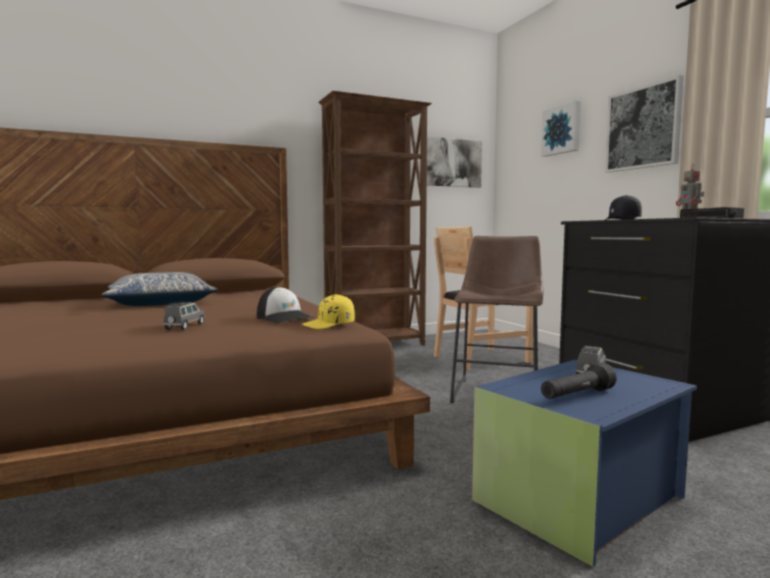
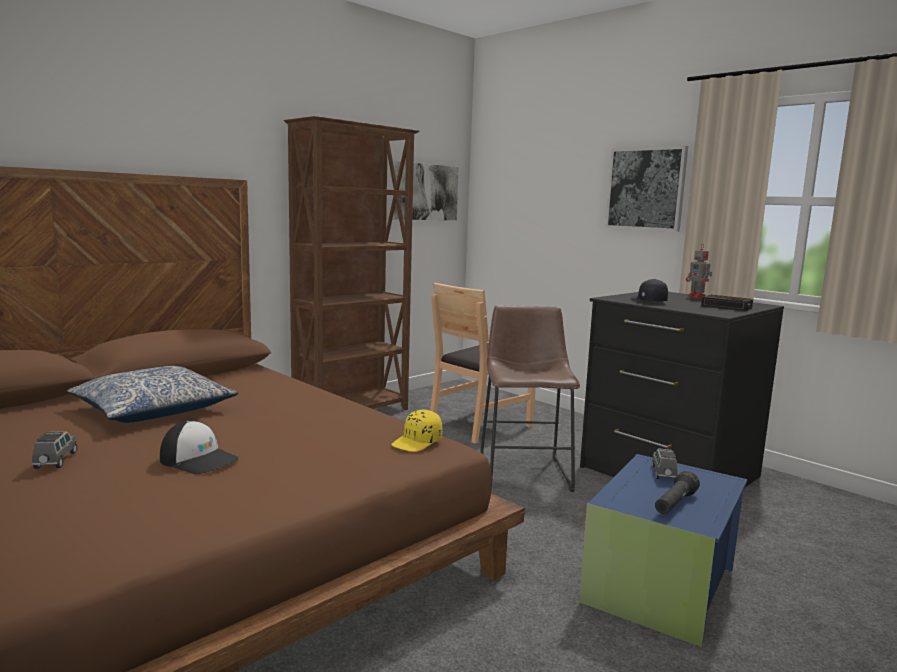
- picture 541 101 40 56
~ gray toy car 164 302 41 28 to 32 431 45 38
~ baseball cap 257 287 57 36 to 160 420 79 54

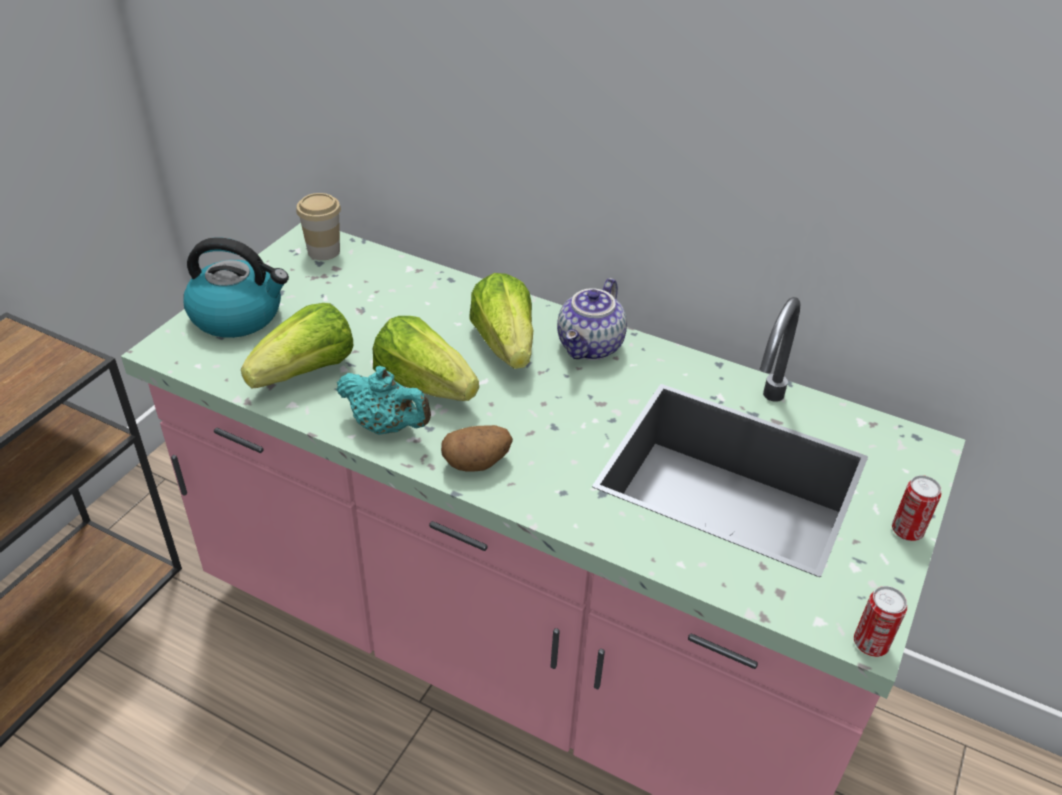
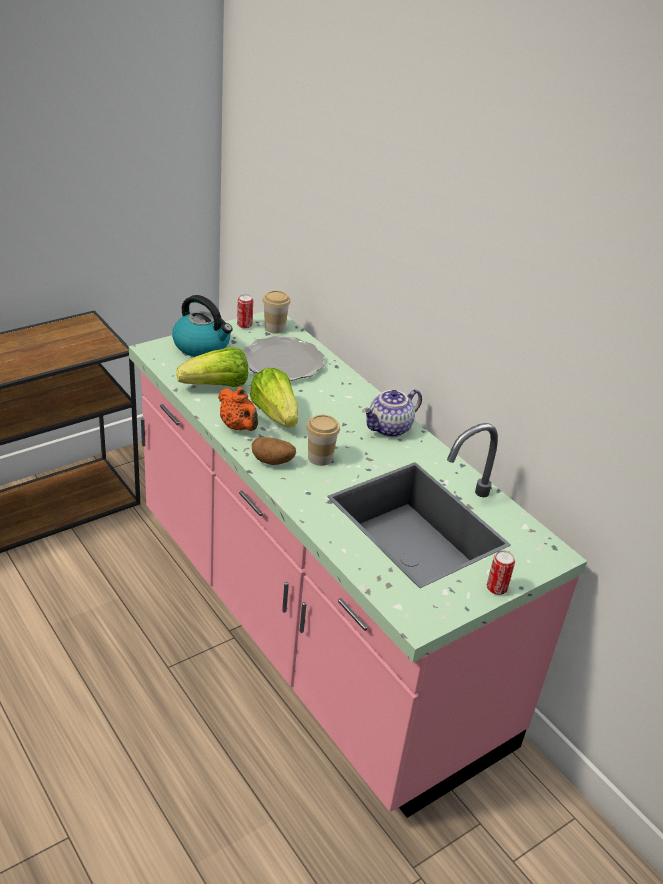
- lettuce 469 273 64 96
+ dinner plate 244 336 80 45
+ drinking cup 306 415 34 51
~ sealed can 854 586 53 71 to 237 294 16 35
~ turquoise-coloured tea pot 336 366 95 69 to orangey tea pot 218 387 40 44

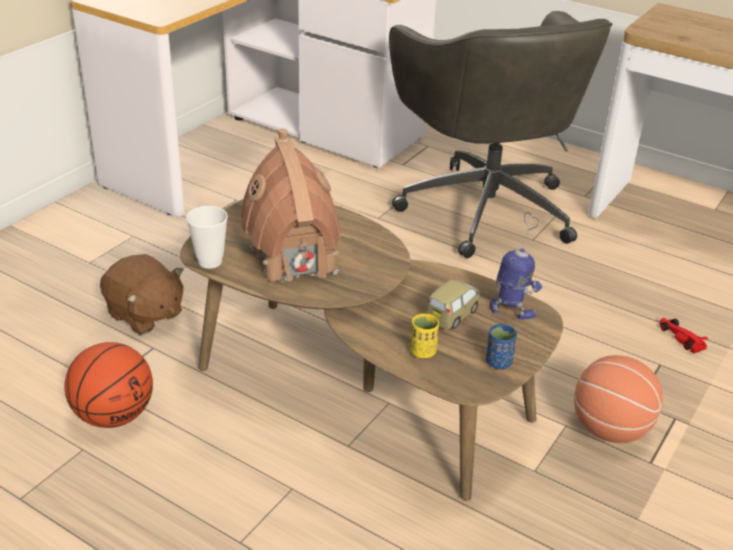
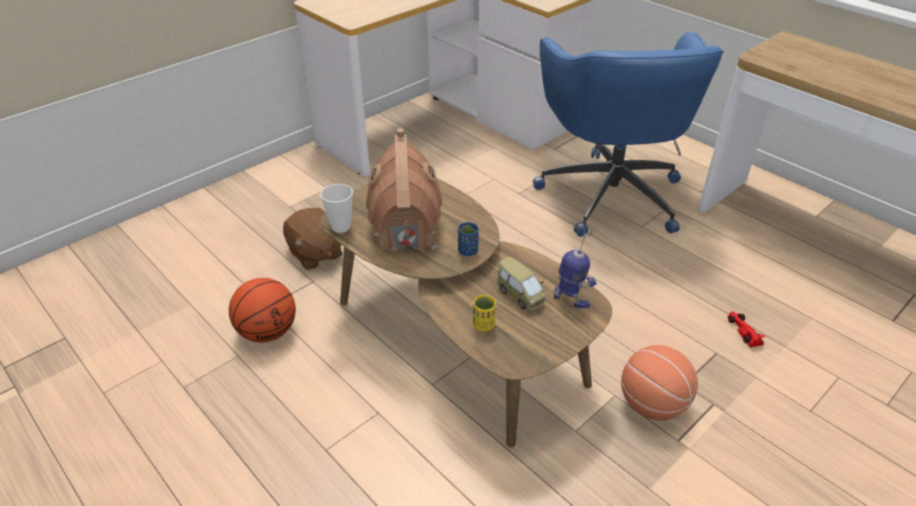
~ blue-coloured drinking cup 486 324 31 45 to 458 222 21 34
~ gray desk chair 389 11 223 247 to blue-coloured desk chair 533 32 191 205
~ toy car 426 279 54 51 = 497 257 48 54 90 degrees clockwise

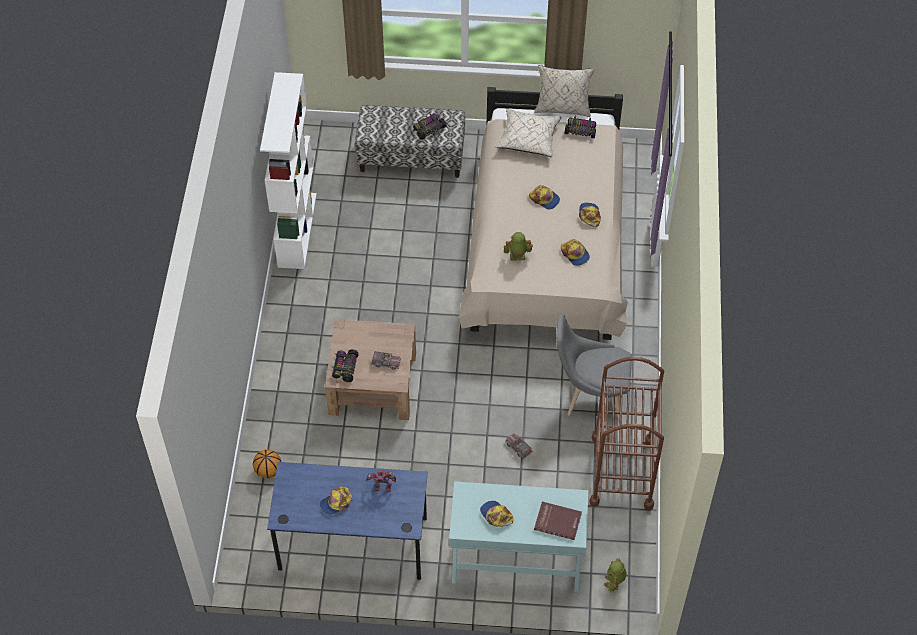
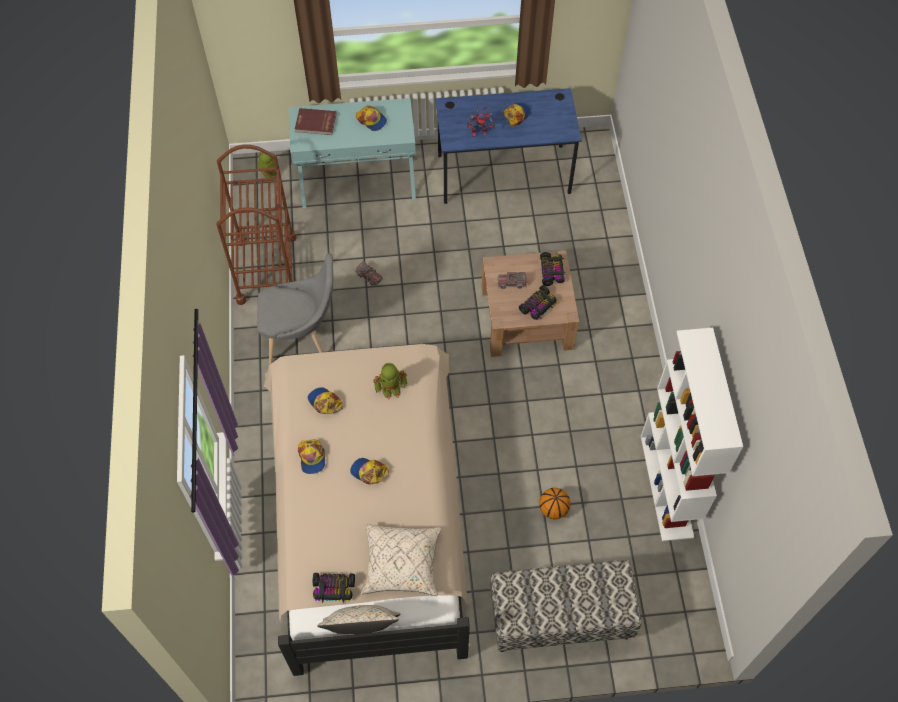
~ basketball 253 450 28 28 to 539 488 32 31
~ toy car 413 113 34 27 to 519 285 38 35

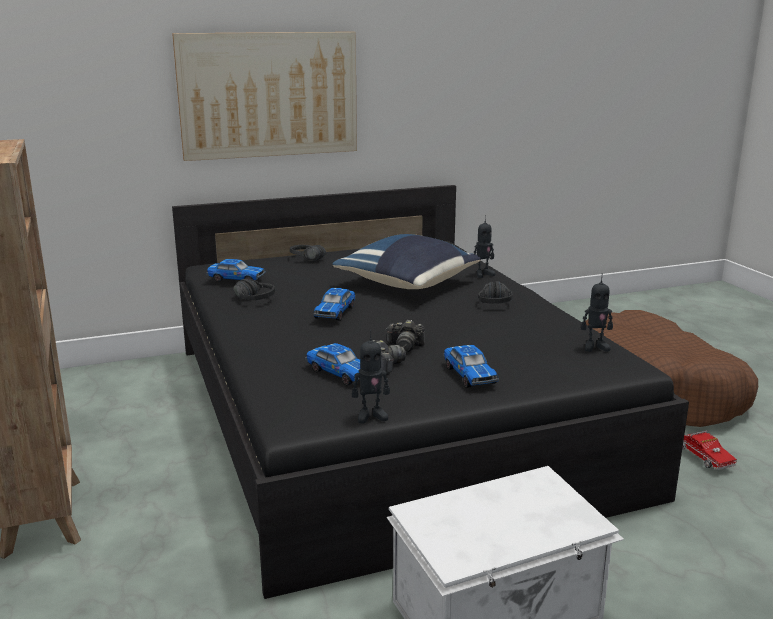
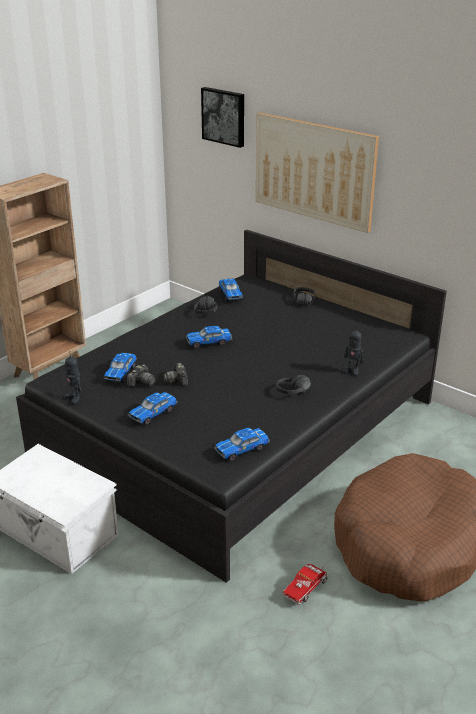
- blue-coloured pillow 333 234 148 55
+ picture 201 87 43 61
~ toy robot 581 274 32 78 to toy car 214 428 56 33

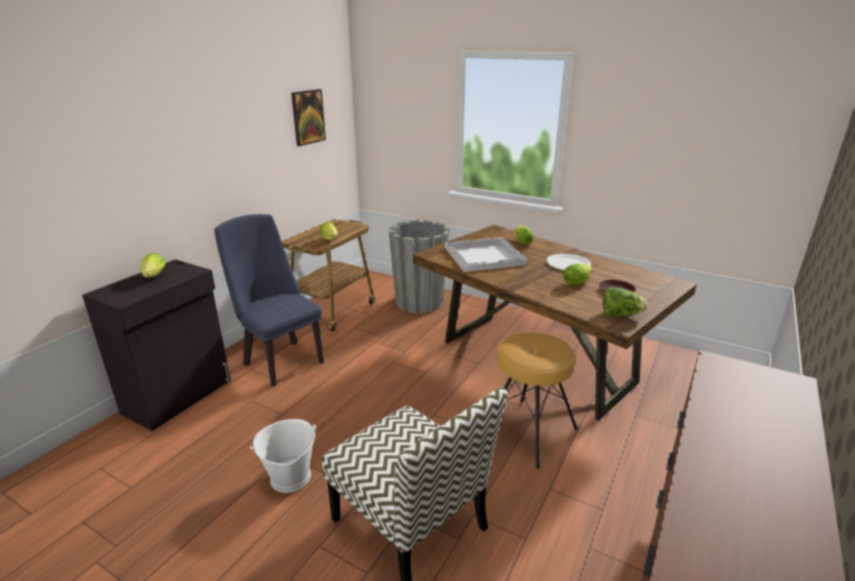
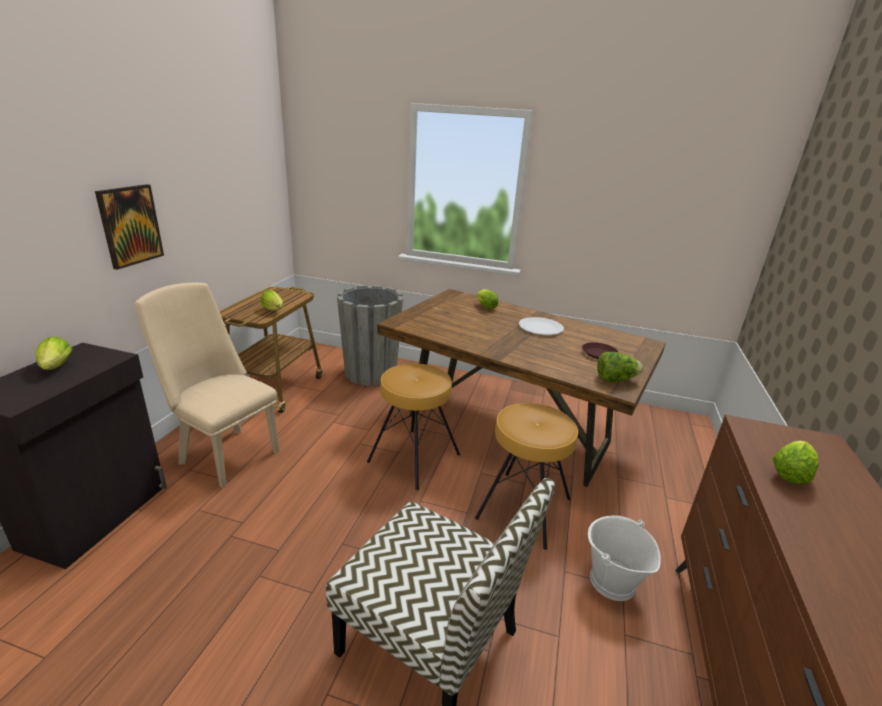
- white-coloured carrying tray 445 237 82 35
+ brown sitting stool 367 364 93 126
~ white-coloured water bucket 250 419 66 74 to 588 516 73 85
~ picture 291 89 35 57 to 95 184 69 86
~ lettuce 563 263 30 22 to 773 441 46 43
~ blue-coloured upright chair 214 214 110 173 to sand-coloured upright chair 135 283 144 205

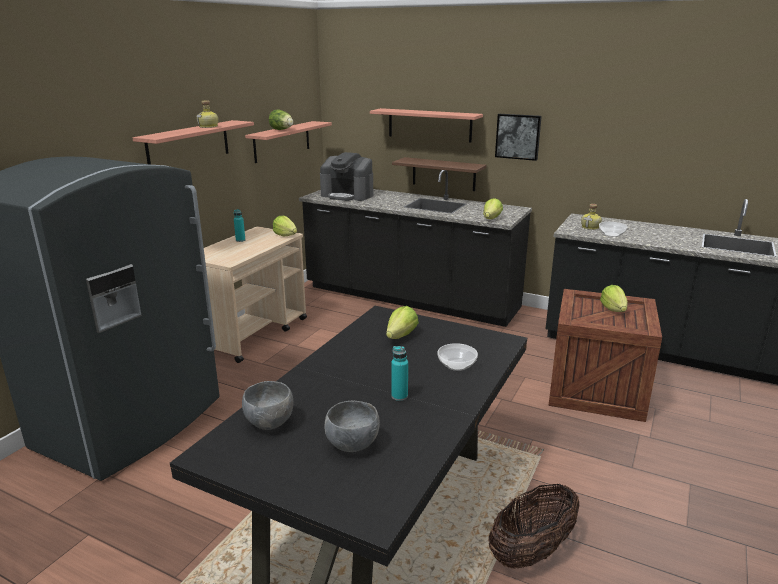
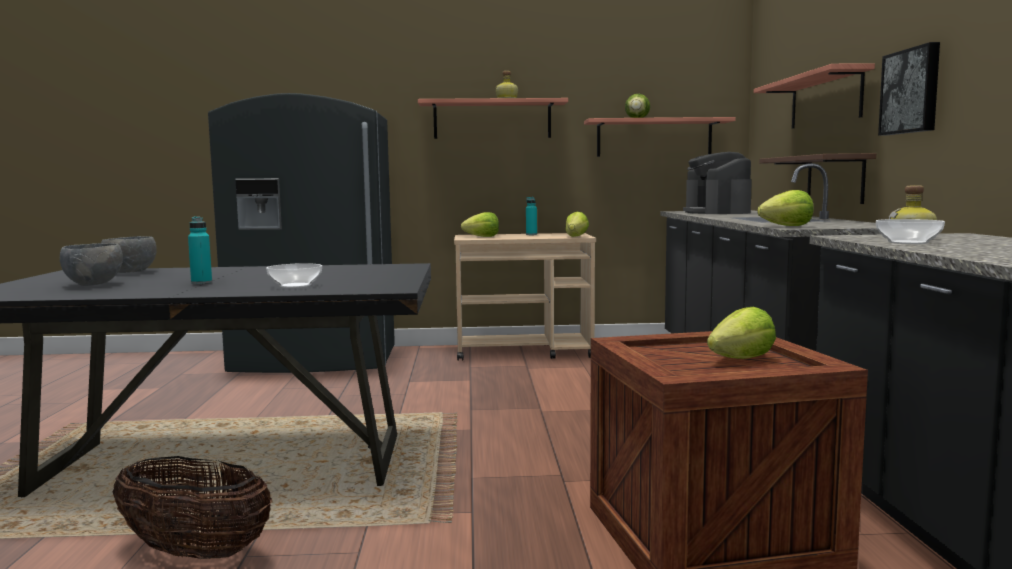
~ lettuce 386 306 33 33 to 461 212 38 25

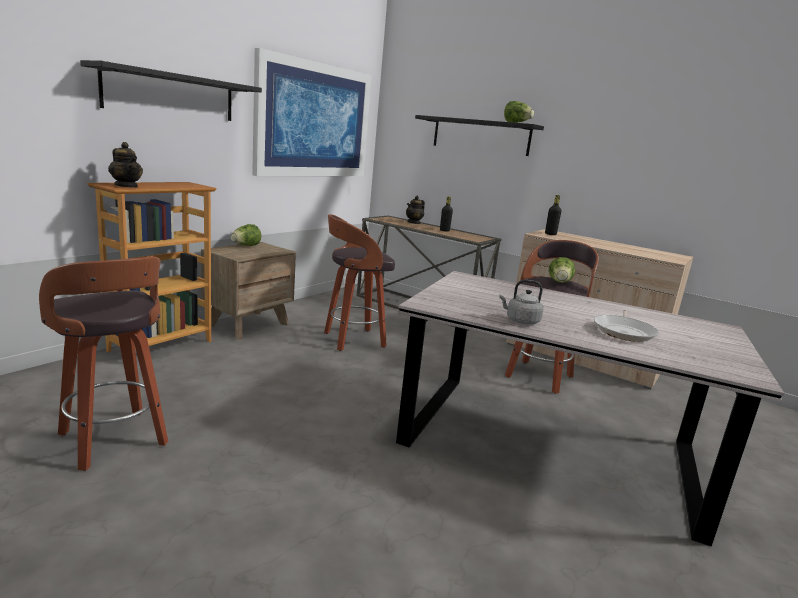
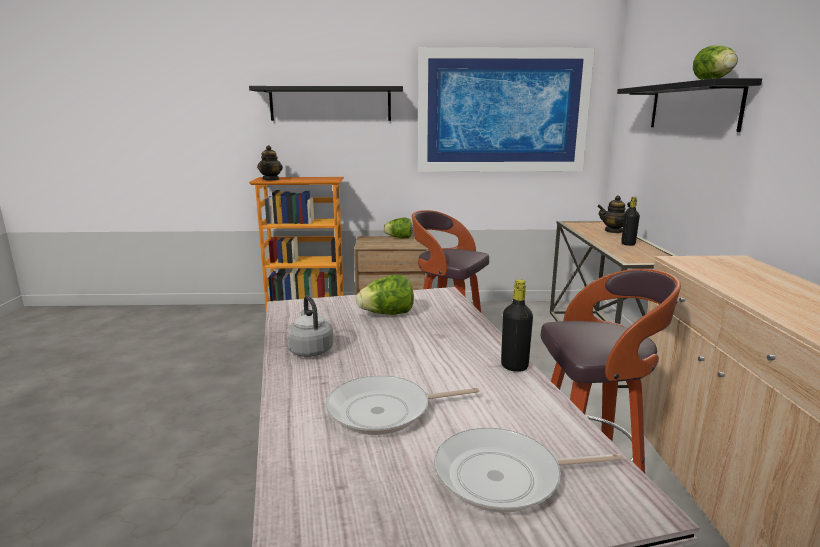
- sitting stool 39 257 129 214
+ frying pan 434 428 188 85
~ black-coloured beverage bottle 545 195 16 40 to 501 279 32 93
~ lettuce 549 257 26 26 to 356 274 58 41

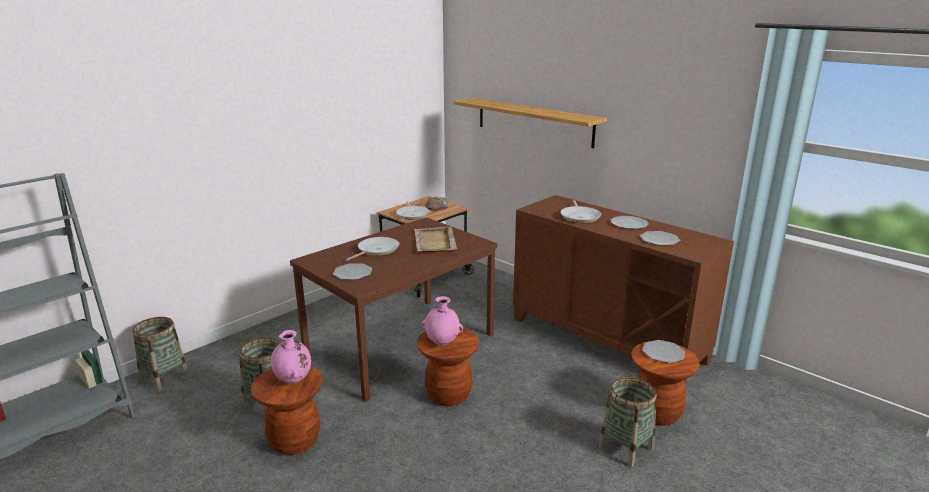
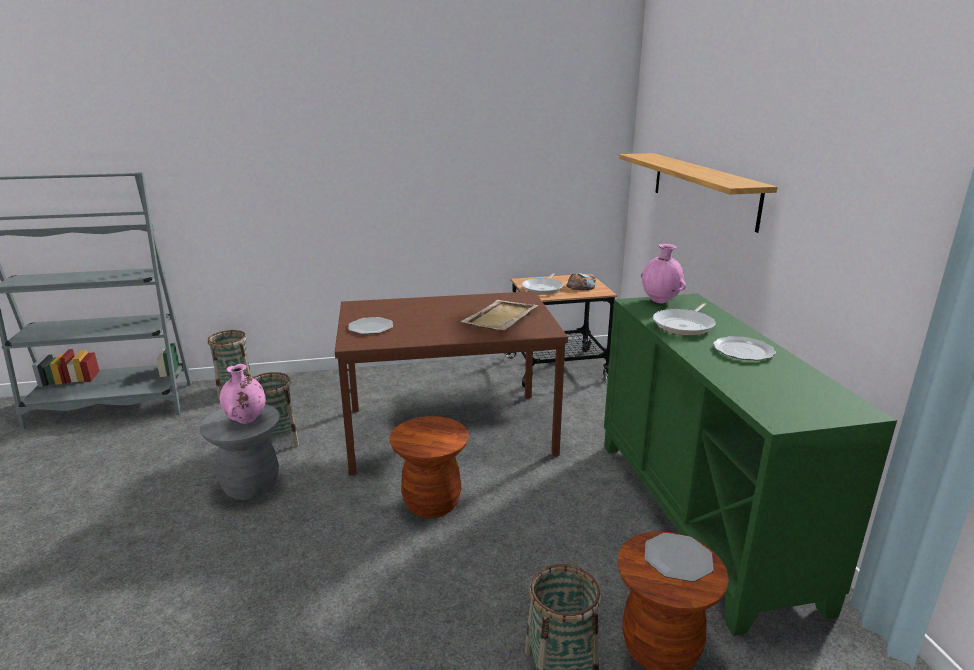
- frying pan 345 237 54 24
- dinner plate 640 231 40 14
~ pink vase 421 296 42 50 to 641 244 45 59
~ brown sitting stool 251 366 72 89 to gray sitting stool 199 404 81 96
~ brown storage cabinet 513 195 221 189 to green-coloured storage cabinet 604 293 293 343

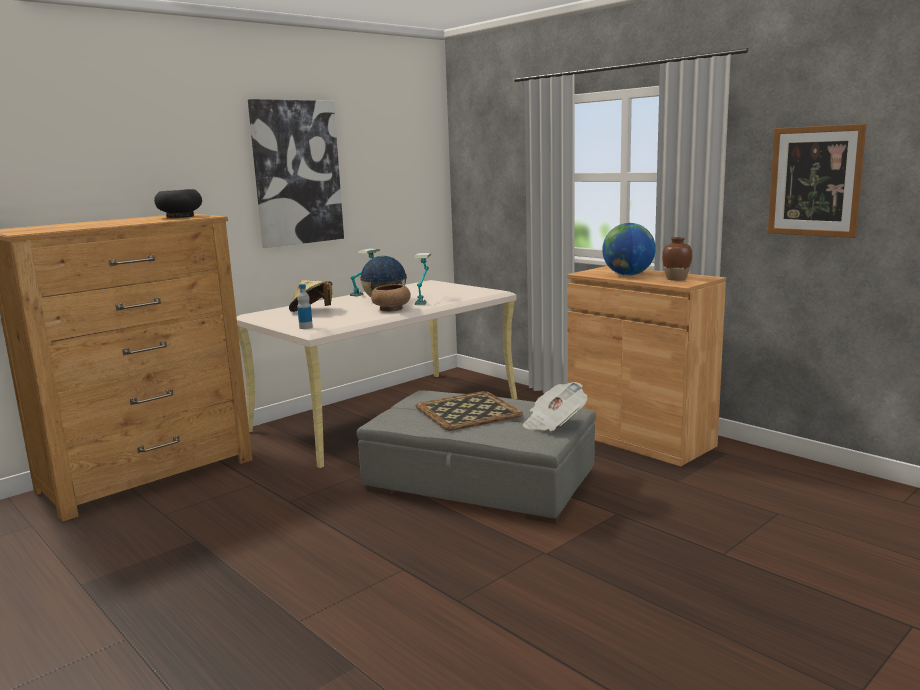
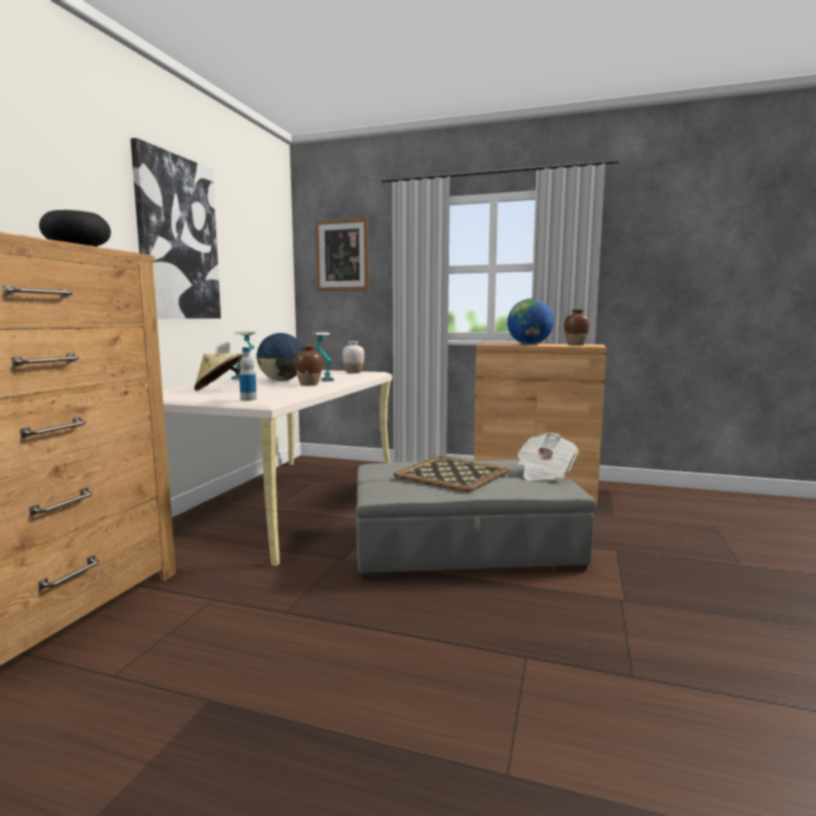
+ white-coloured vase 342 341 22 32
~ picture 768 124 99 114 to 315 218 54 73
~ brown serving bowl 371 284 40 28 to brown vase 295 346 27 40

